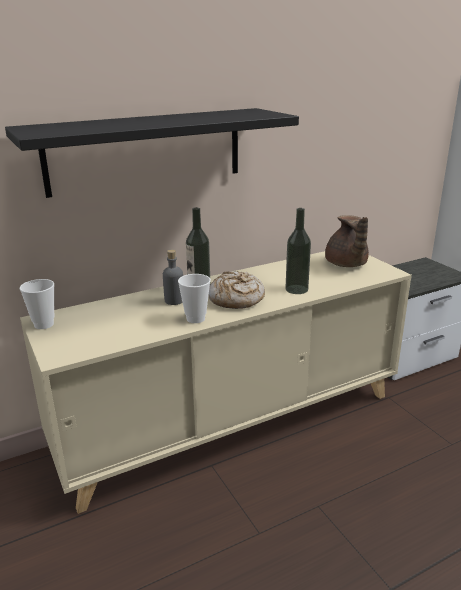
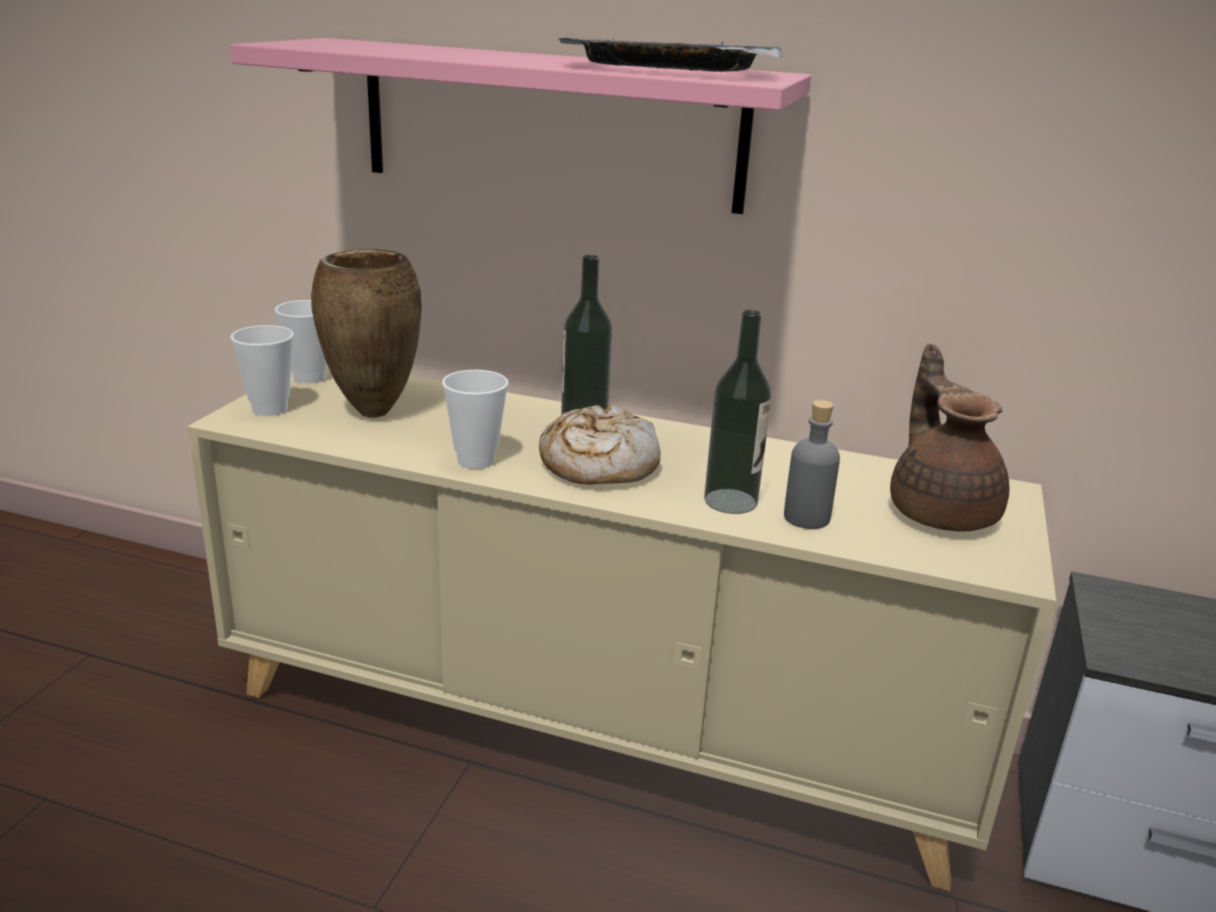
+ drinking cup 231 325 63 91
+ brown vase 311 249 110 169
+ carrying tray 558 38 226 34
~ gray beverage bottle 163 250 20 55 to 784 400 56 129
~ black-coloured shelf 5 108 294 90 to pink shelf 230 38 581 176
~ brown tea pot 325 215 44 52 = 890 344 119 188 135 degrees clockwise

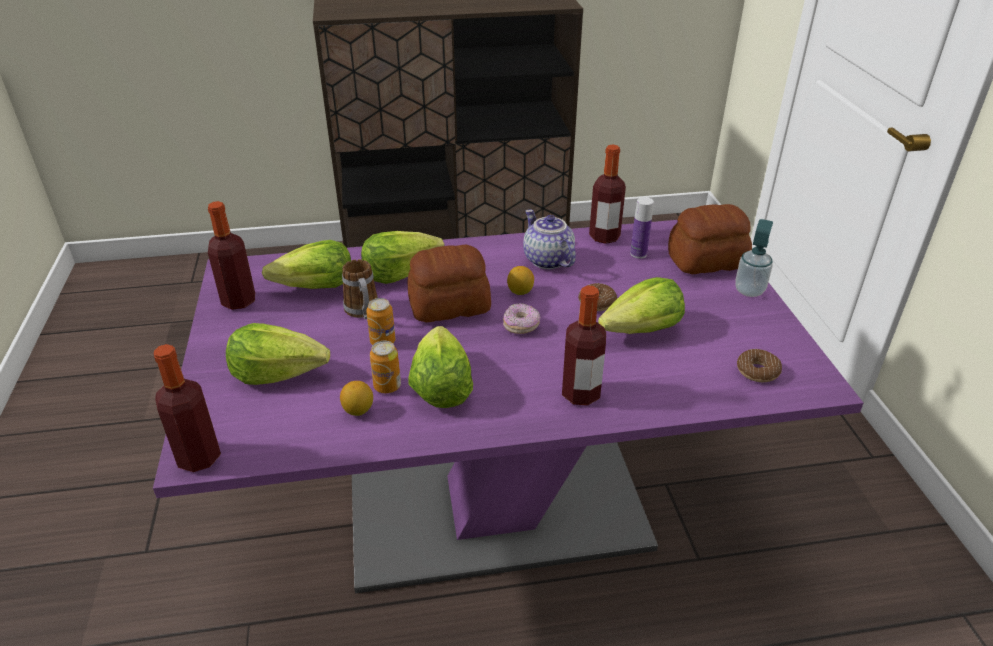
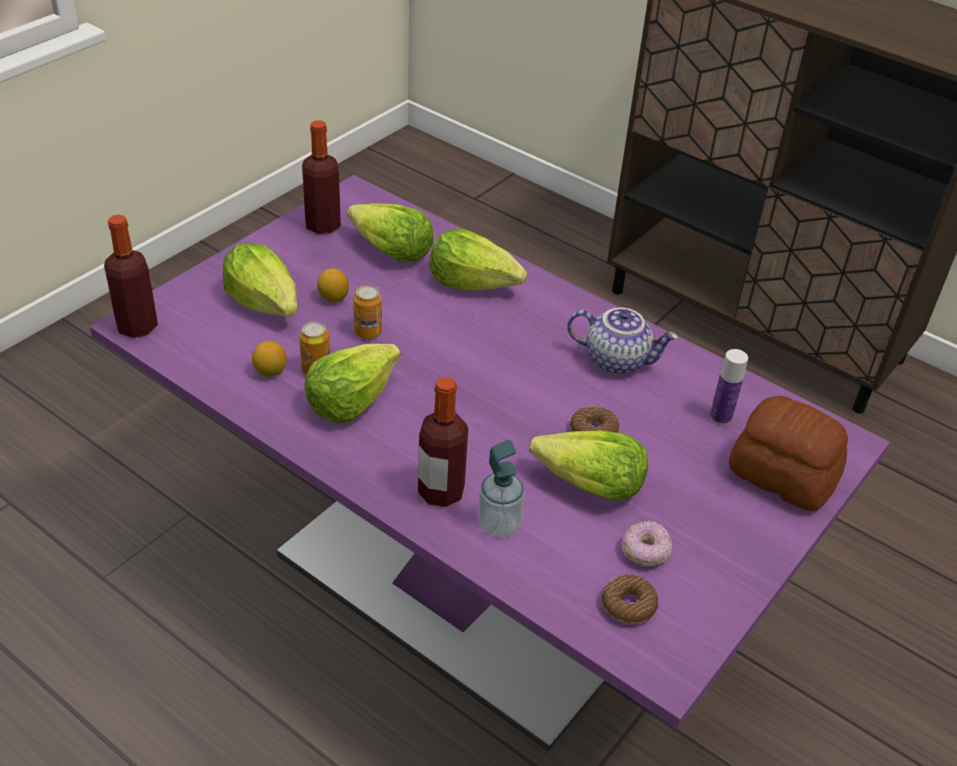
- coffee mug 342 259 36 60
- bread 407 245 84 78
- beverage bottle 589 145 37 99
~ ring doughnut 503 303 37 31 to 622 520 50 46
~ citrus fruit 507 266 27 29 to 317 268 32 35
~ liquid soap bottle 735 219 38 78 to 478 440 47 97
~ tea pot 523 210 53 59 = 567 308 111 67 90 degrees clockwise

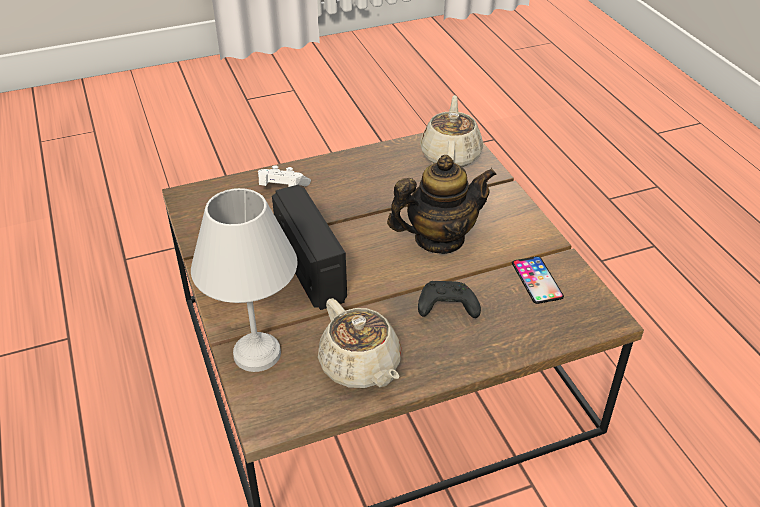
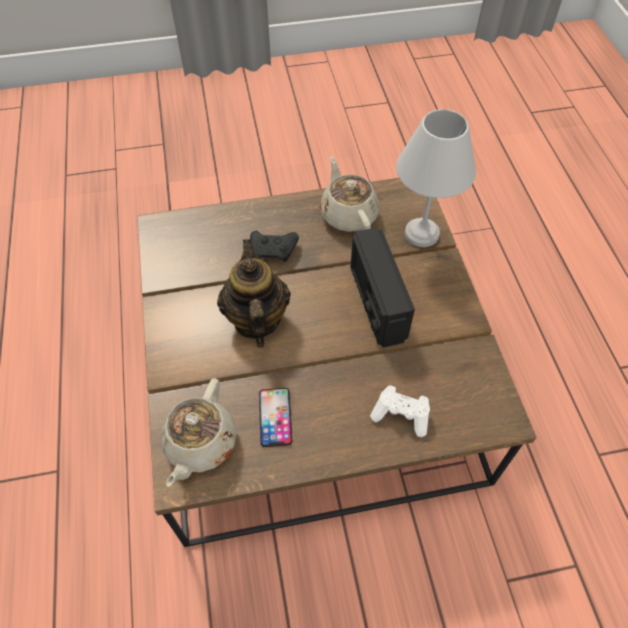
~ telephone 512 256 52 48 to 259 388 33 59
~ tea pot 387 155 109 99 = 217 239 74 109 90 degrees clockwise

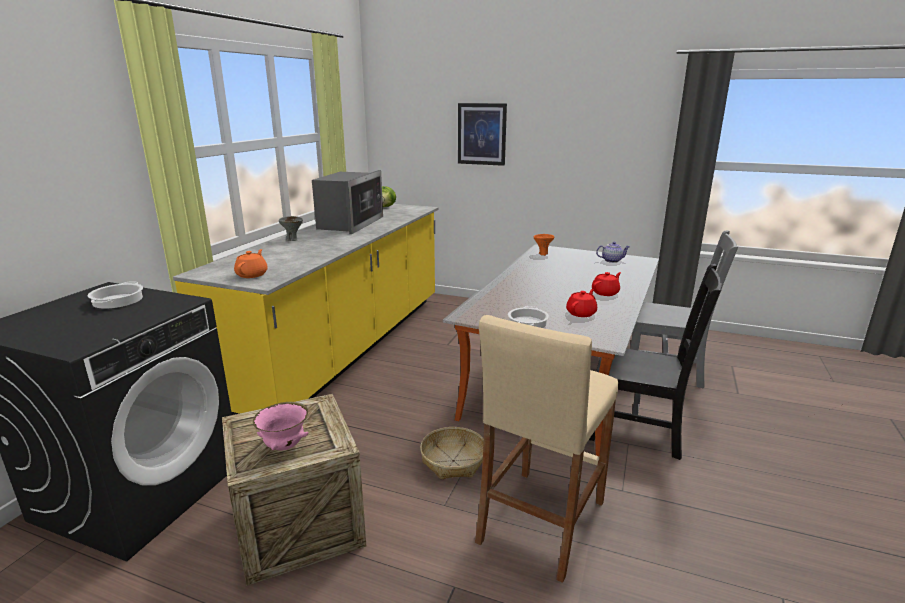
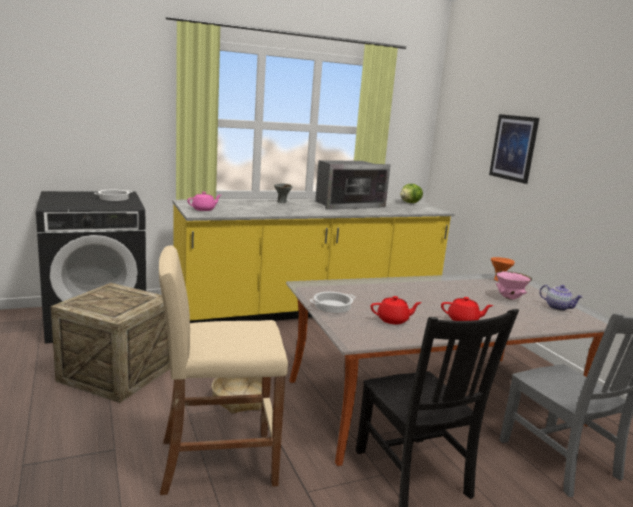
~ pink serving bowl 253 402 56 49 to 496 271 36 29
~ orangey tea pot 234 249 34 29 to pink tea pot 187 192 34 19

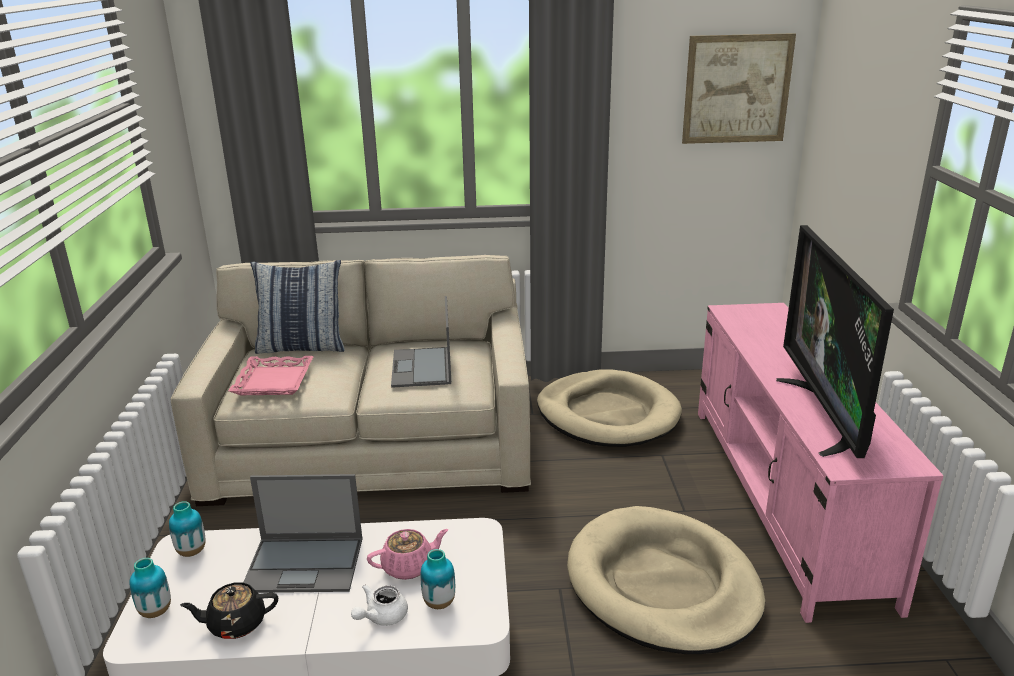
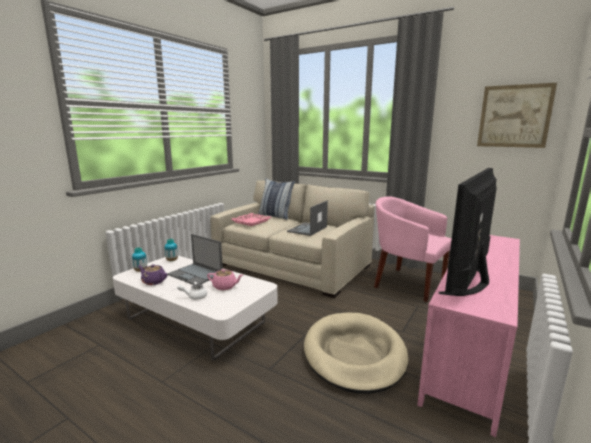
- vase 420 549 35 60
~ sand-coloured pet bed 537 369 145 78 to pink lounge chair 374 196 78 106
~ black-coloured tea pot 180 582 98 57 to purple-coloured tea pot 138 264 29 21

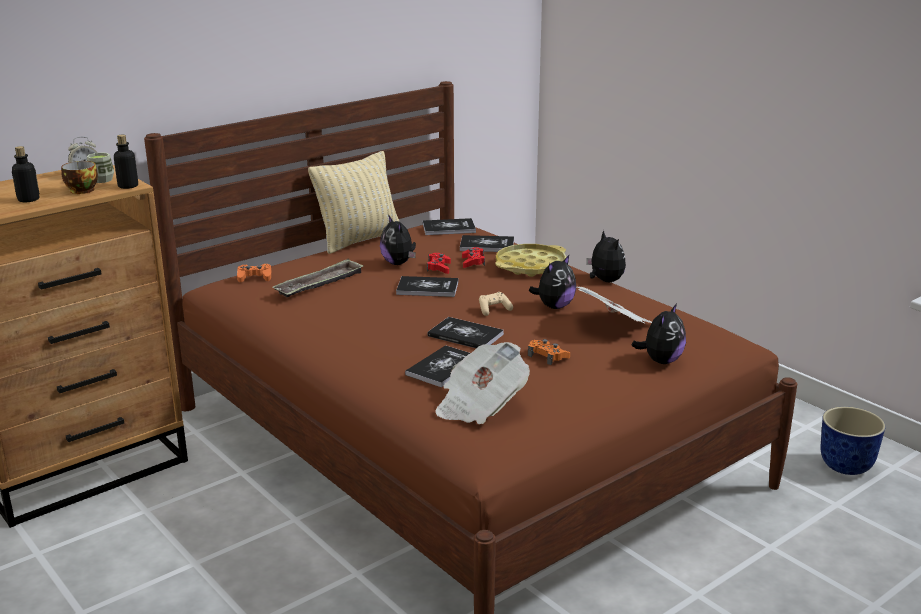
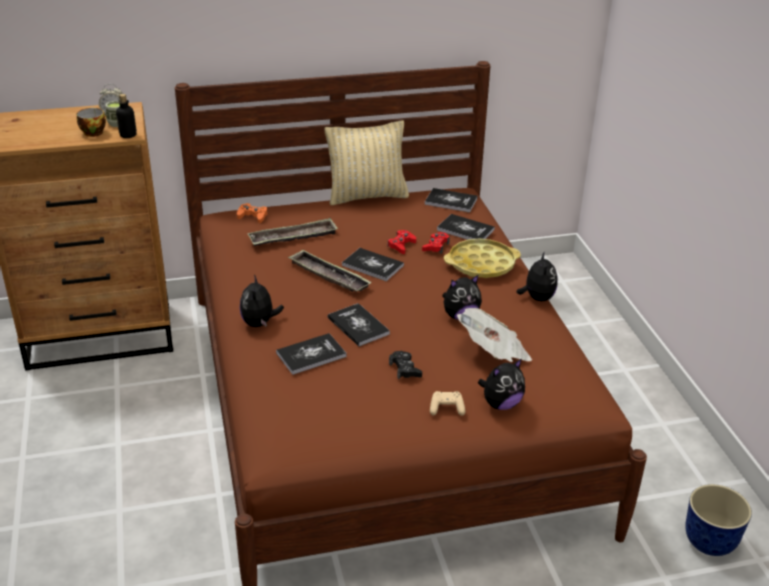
- beverage bottle 12 146 28 56
- printed paper 435 342 95 82
+ carrying tray 288 250 84 42
~ plush toy 380 216 36 49 to 240 274 44 53
~ sand-coloured gamepad 479 292 34 24 to 430 391 35 25
~ orangey gamepad 528 339 42 26 to black-coloured gamepad 389 351 33 28

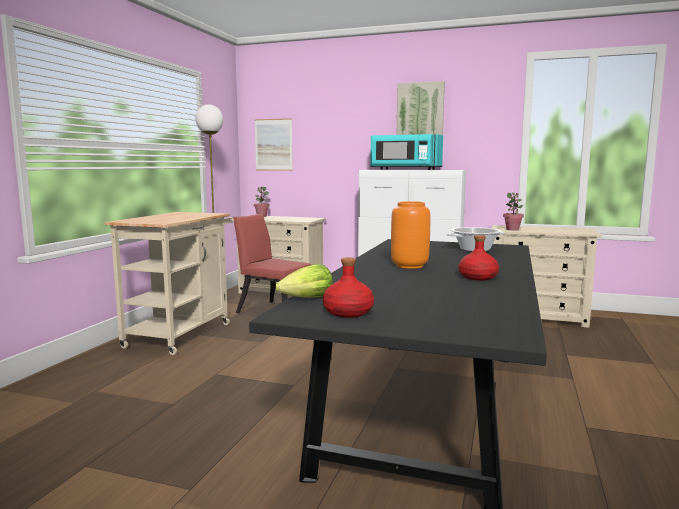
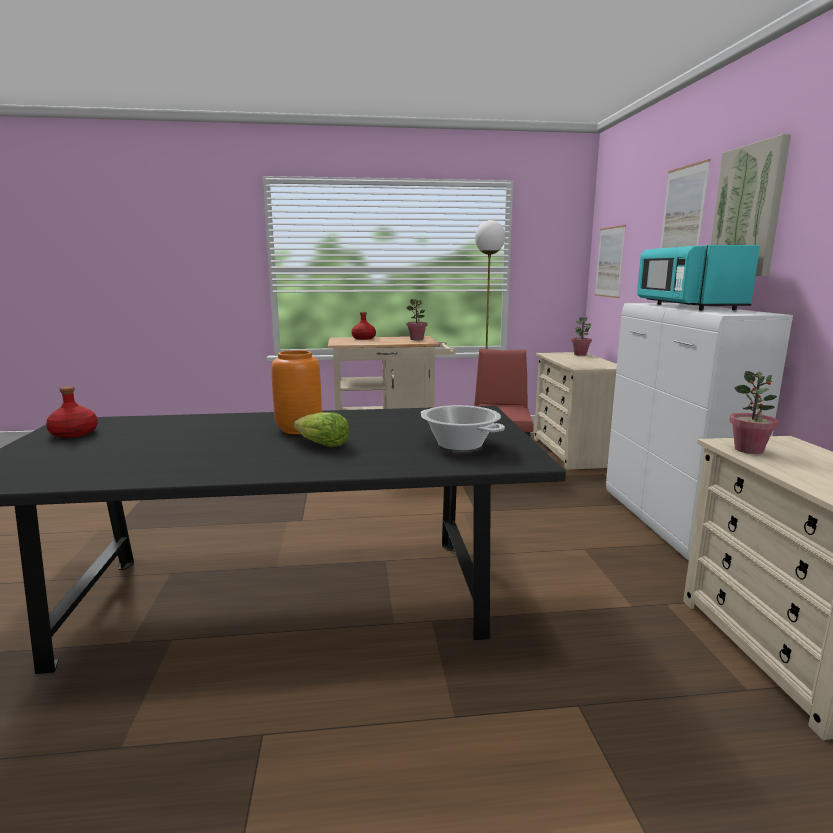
+ houseplant 406 299 21 41
+ picture 660 159 50 89
~ lettuce 275 263 58 35 to 293 412 56 35
~ red-coloured beverage bottle 458 235 41 45 to 352 312 24 28

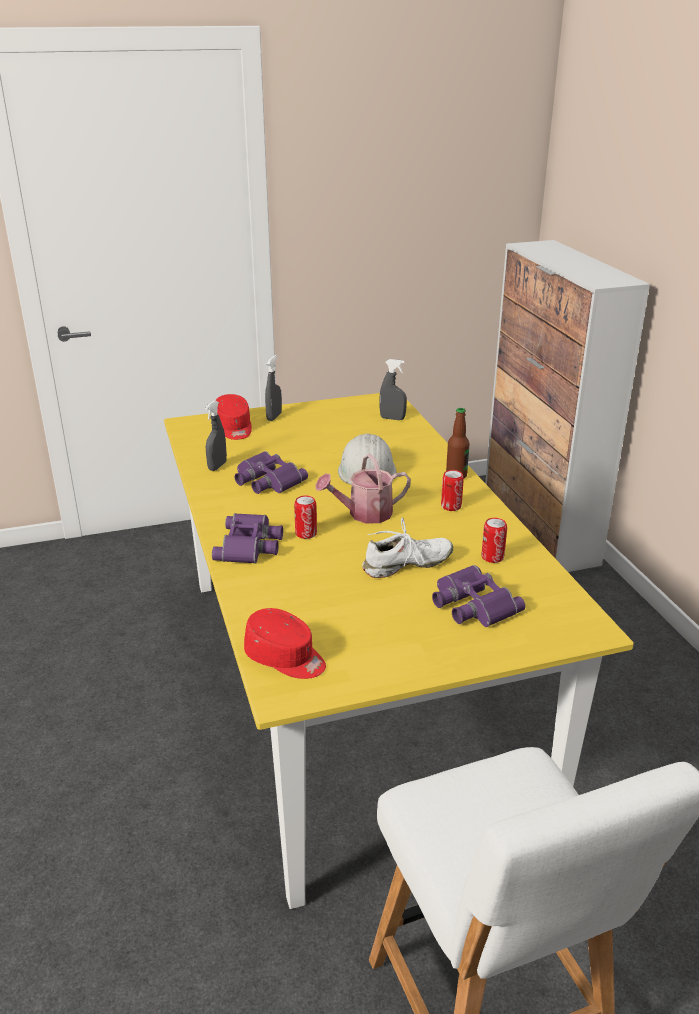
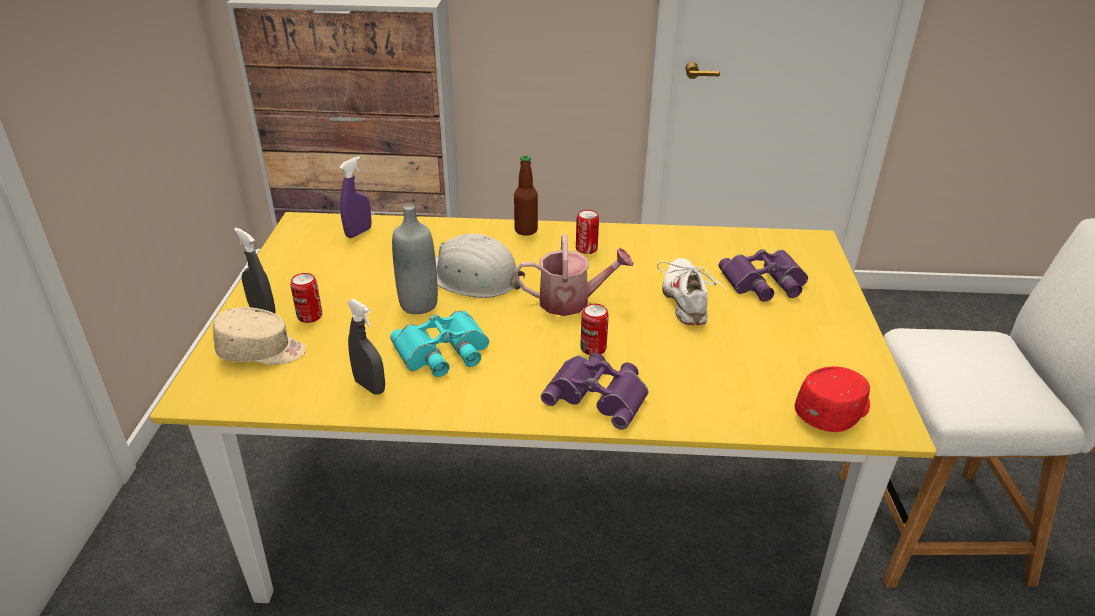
+ gray beverage bottle 392 204 46 110
~ sealed can 482 518 25 45 to 290 273 32 50
~ red-coloured baseball cap 215 394 37 46 to sand-coloured baseball cap 213 307 93 58
~ purple-coloured field glasses 235 451 73 43 to turquoise-coloured field glasses 390 311 99 66
~ gray sprayer 379 359 28 61 to purple-coloured sprayer 339 156 33 82
~ watering can 316 454 95 70 = 514 234 120 82 90 degrees counterclockwise

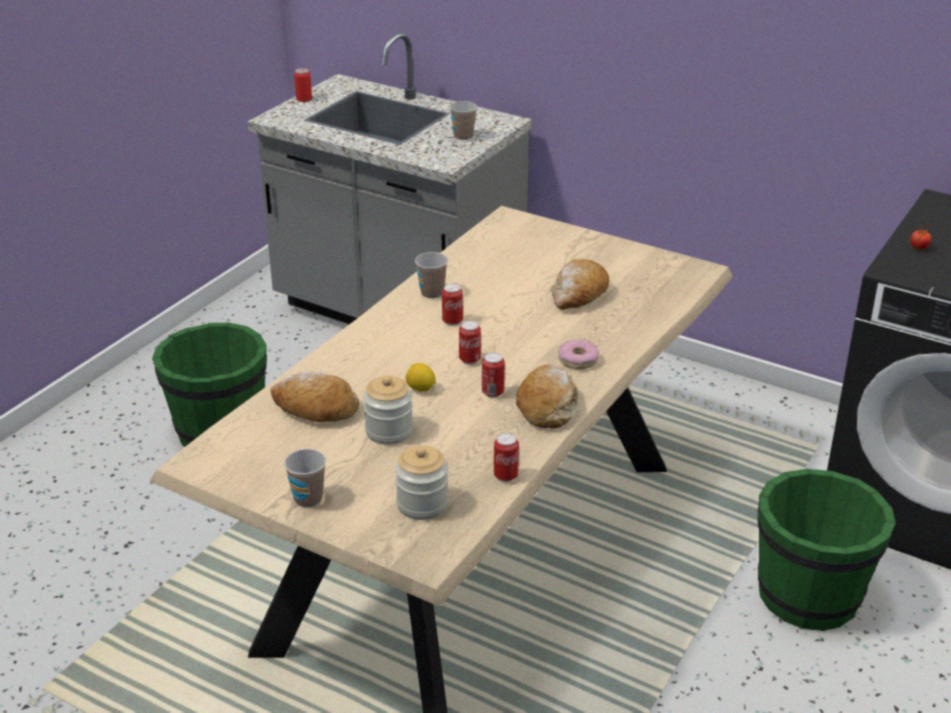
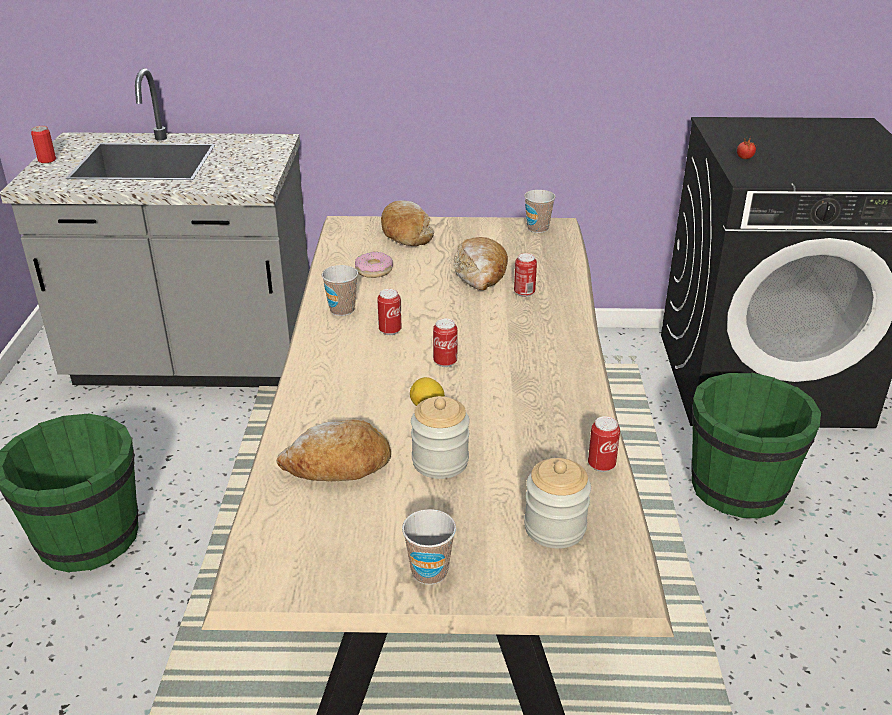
~ drinking cup 450 101 27 39 to 524 190 32 43
~ sealed can 482 352 23 46 to 514 253 23 44
~ bread 516 364 62 65 to 381 200 53 46
~ ring doughnut 558 340 41 29 to 355 252 38 26

